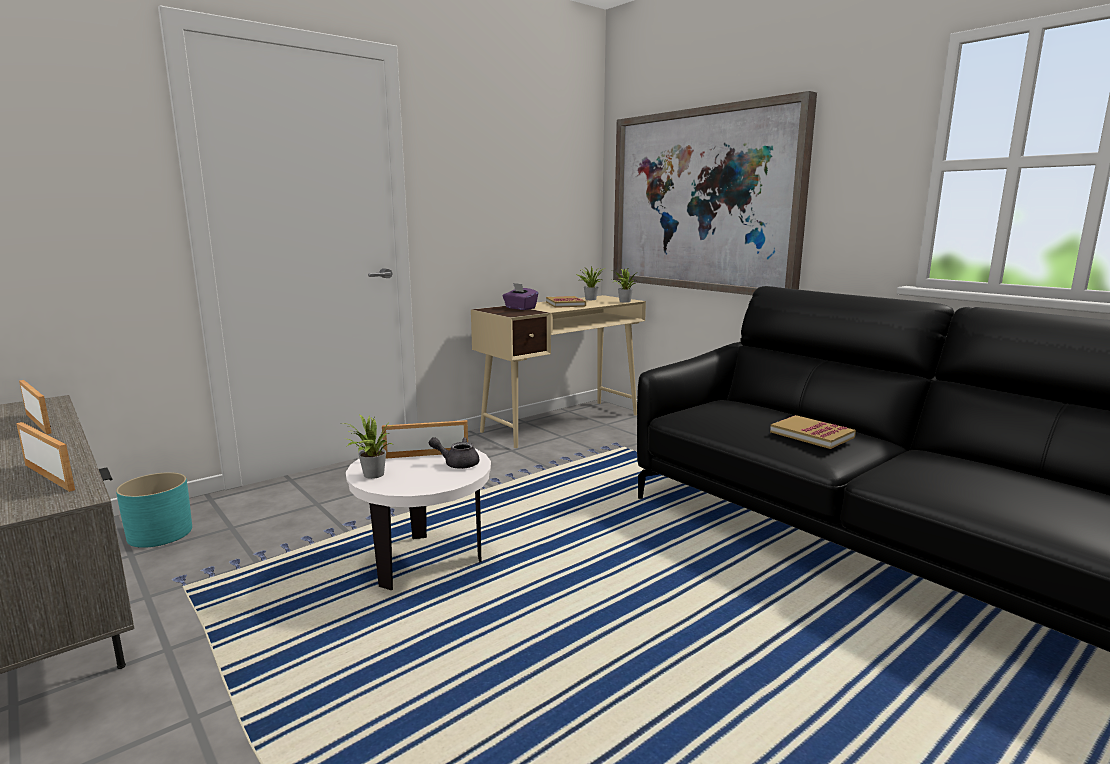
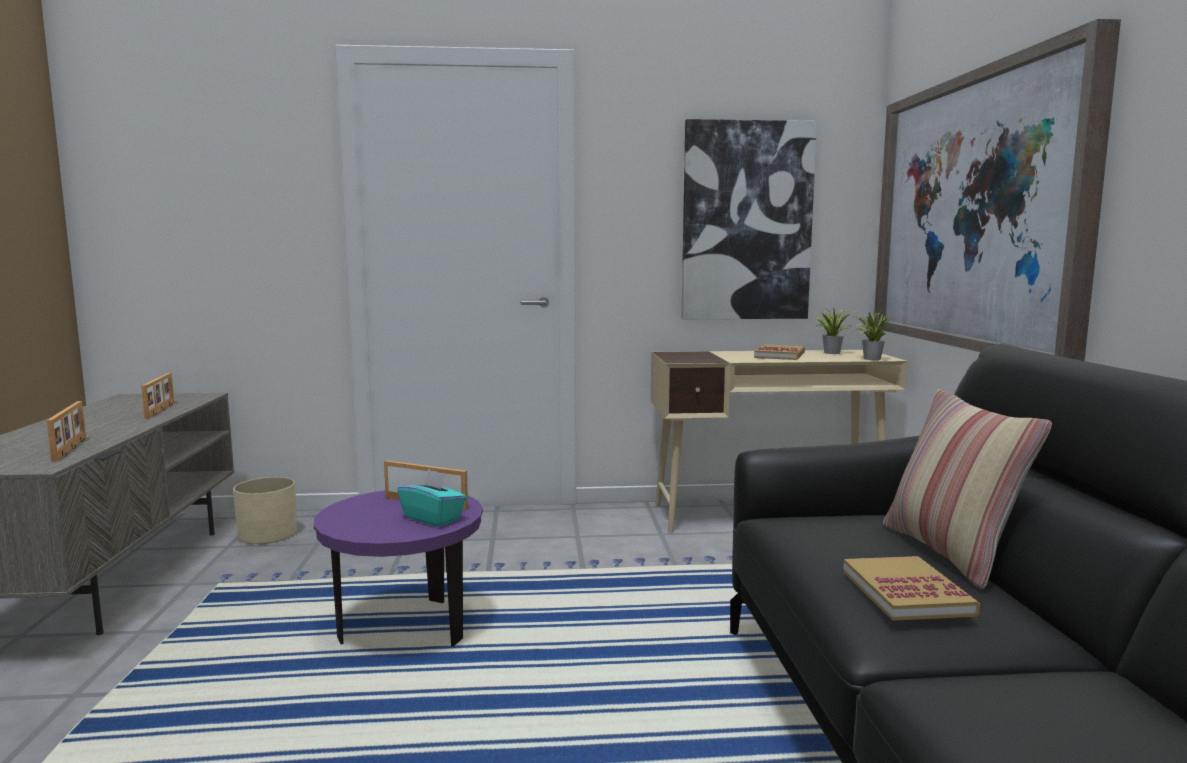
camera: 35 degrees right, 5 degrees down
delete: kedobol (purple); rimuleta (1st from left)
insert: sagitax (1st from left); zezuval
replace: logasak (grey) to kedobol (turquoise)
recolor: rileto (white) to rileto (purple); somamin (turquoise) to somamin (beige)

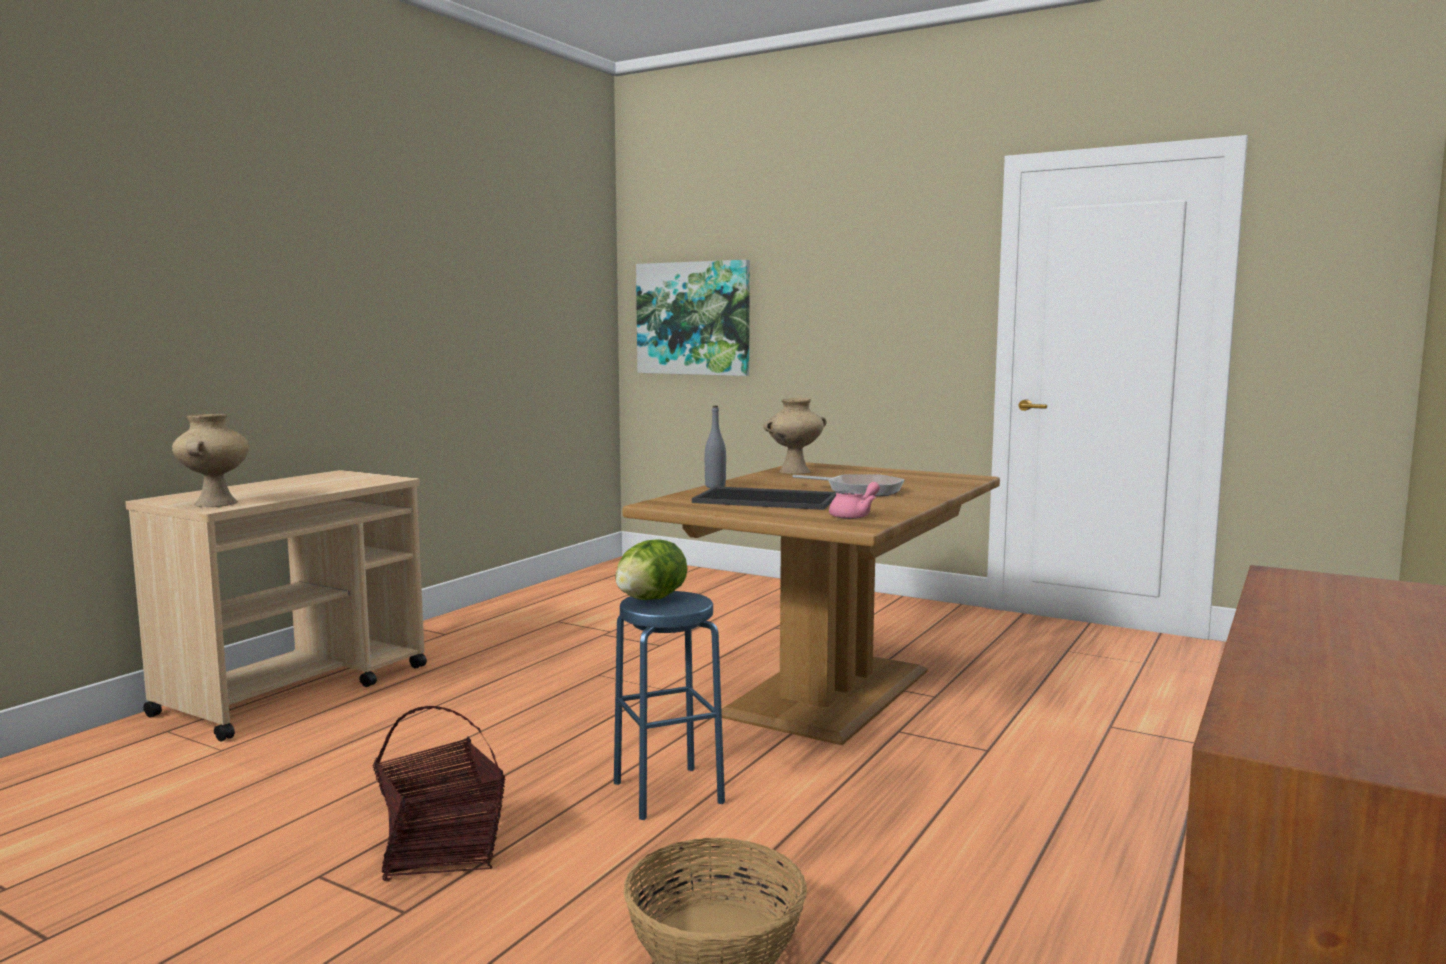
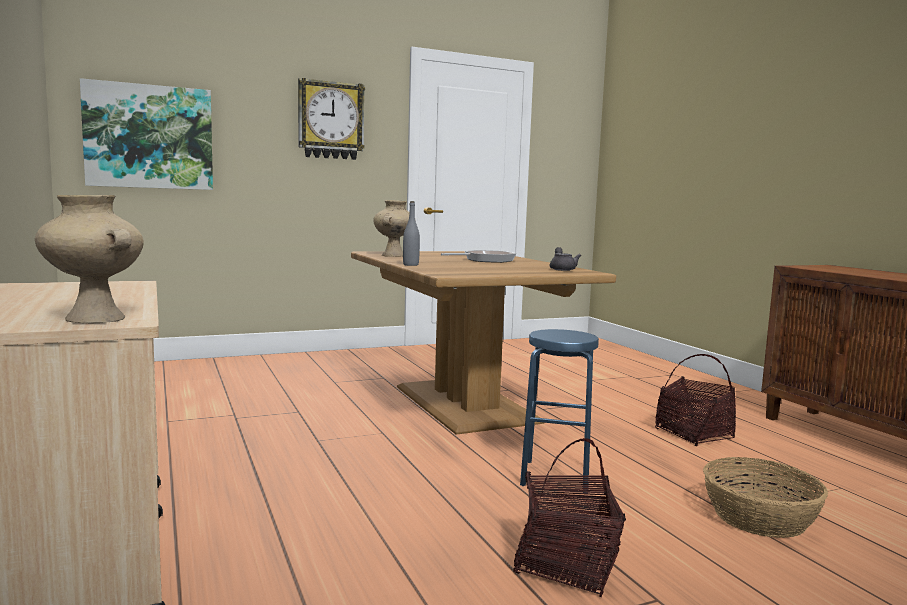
camera: 55 degrees left, 0 degrees up
delete: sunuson; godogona
insert: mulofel; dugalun (2nd from left)
recolor: logasak (pink) to logasak (grey)

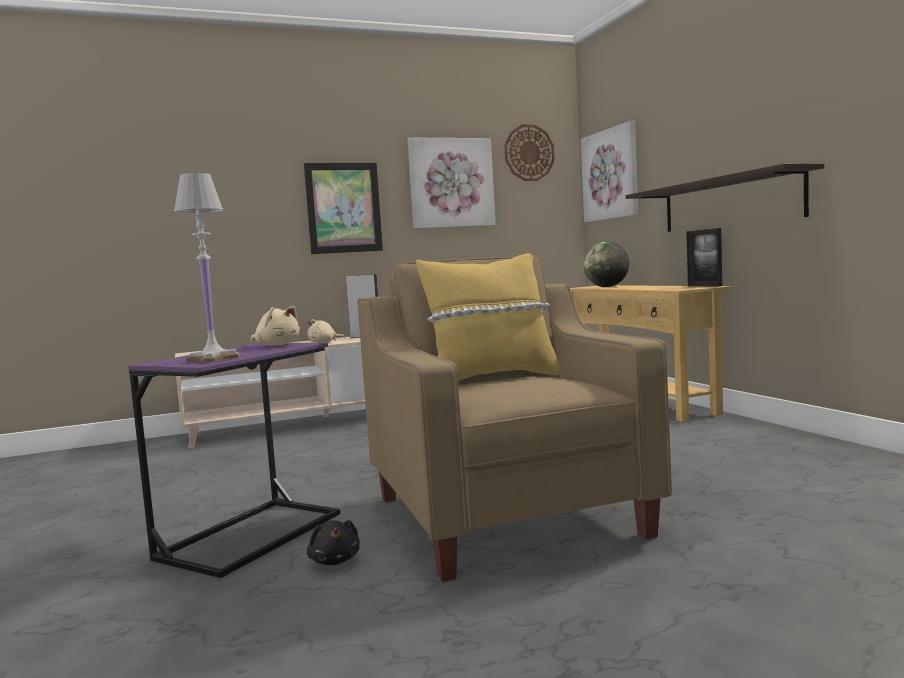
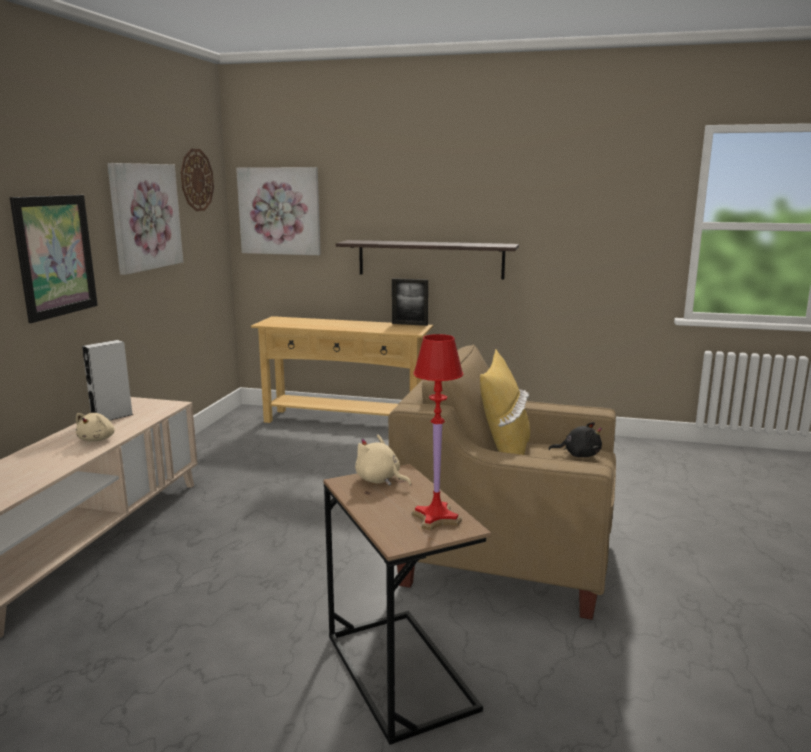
camera: 55 degrees left, 10 degrees up
delete: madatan
move: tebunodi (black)
recolor: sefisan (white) to sefisan (red); rileto (purple) to rileto (brown)
rotate: tebunodi (beige) (1st from left in the first image) 120 degrees counterclockwise

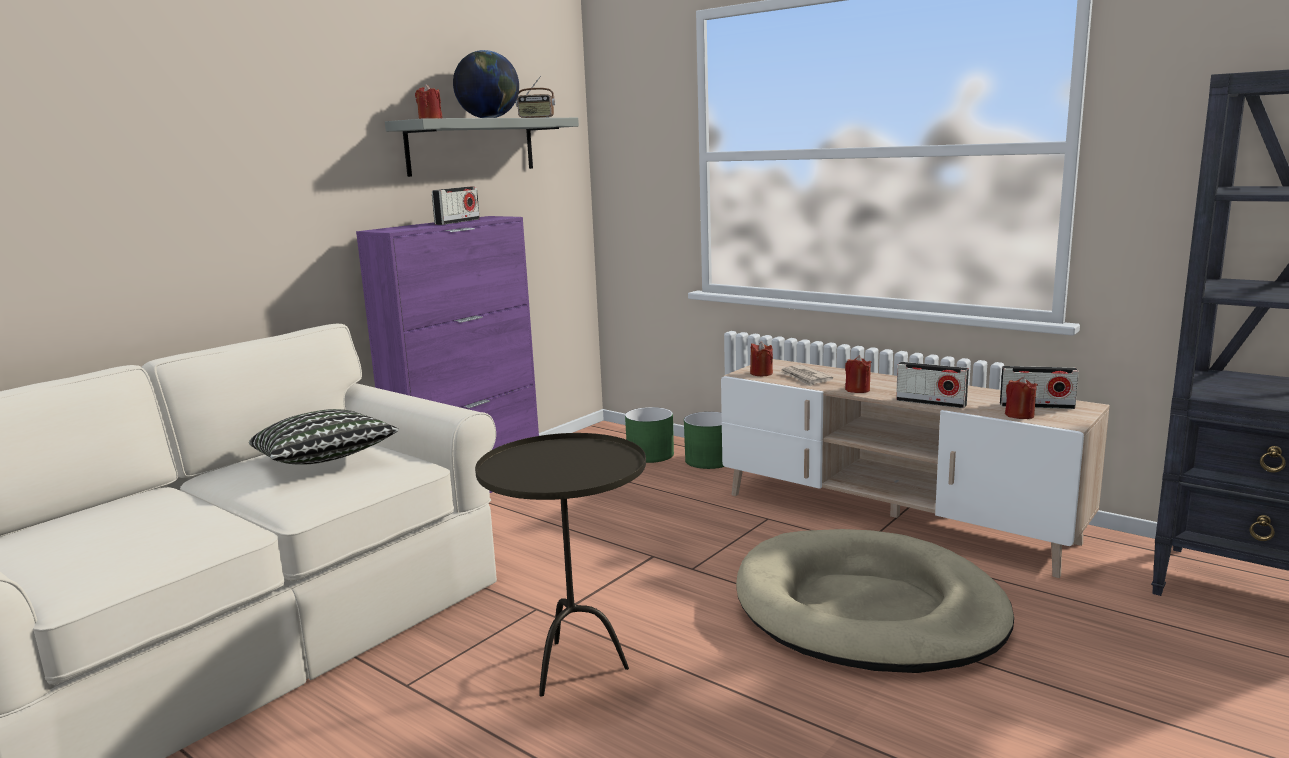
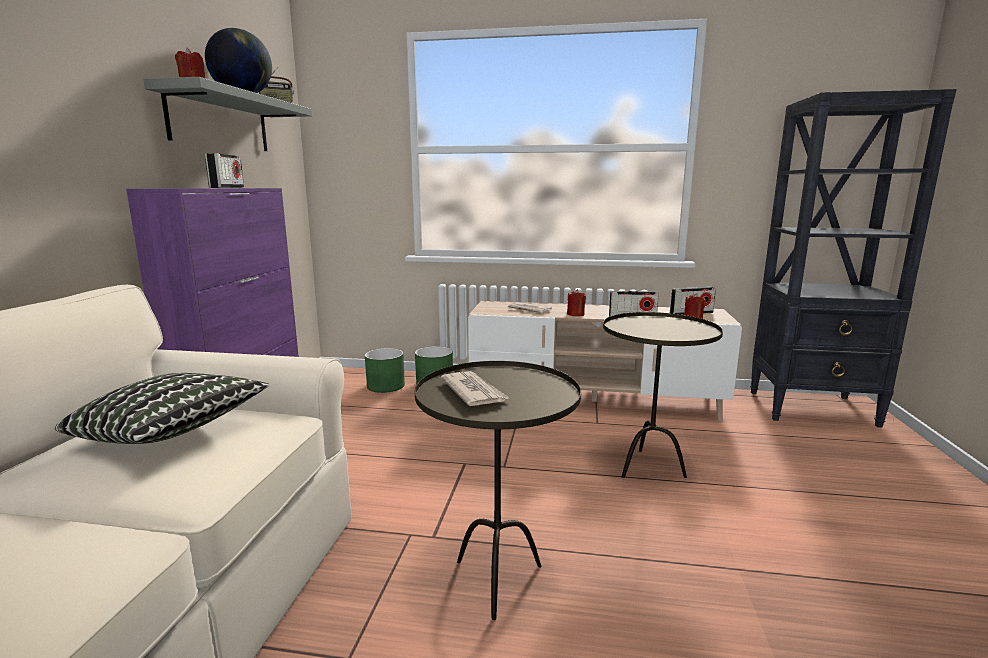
camera: 30 degrees left, 0 degrees up
delete: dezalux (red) (2nd from left)
insert: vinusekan (1st from left)
replace: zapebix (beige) to rileto (brown) (2nd from left)

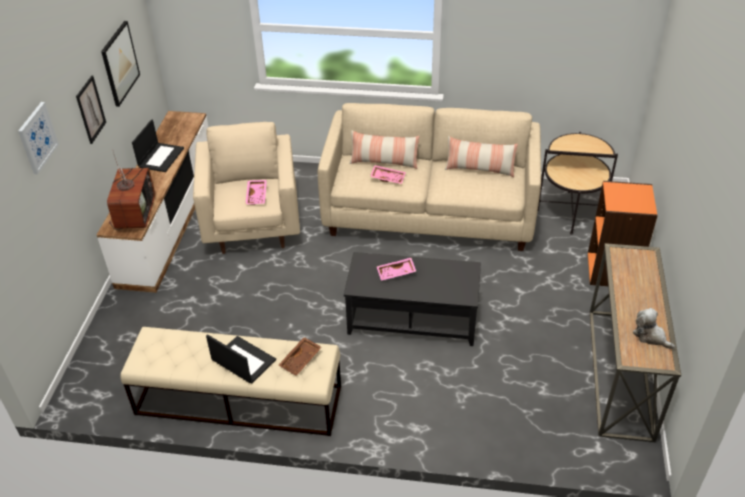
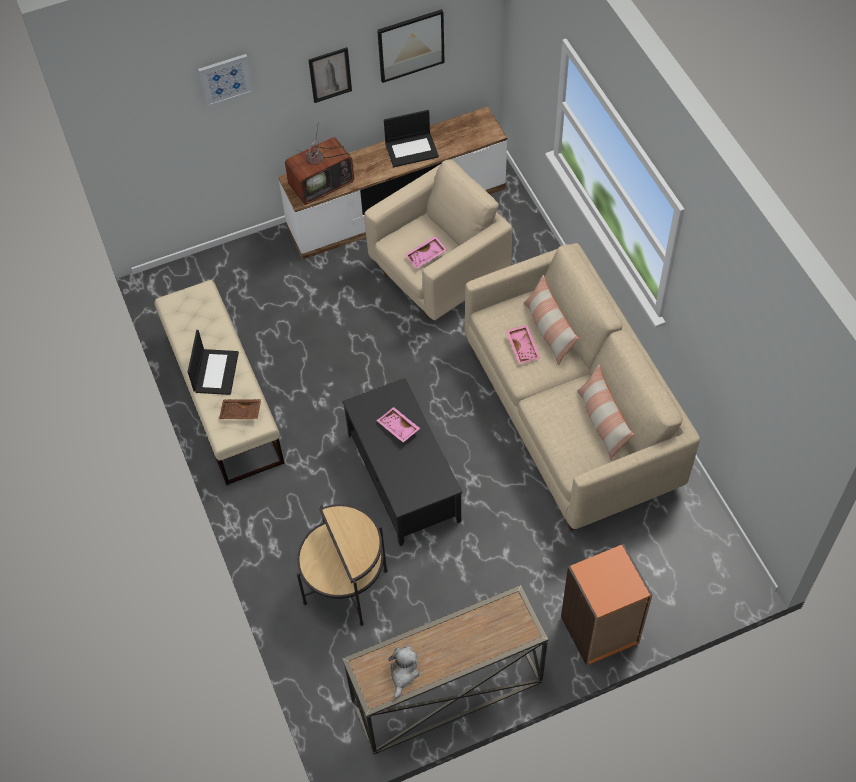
camera: 60 degrees right, 15 degrees up
move: rileto

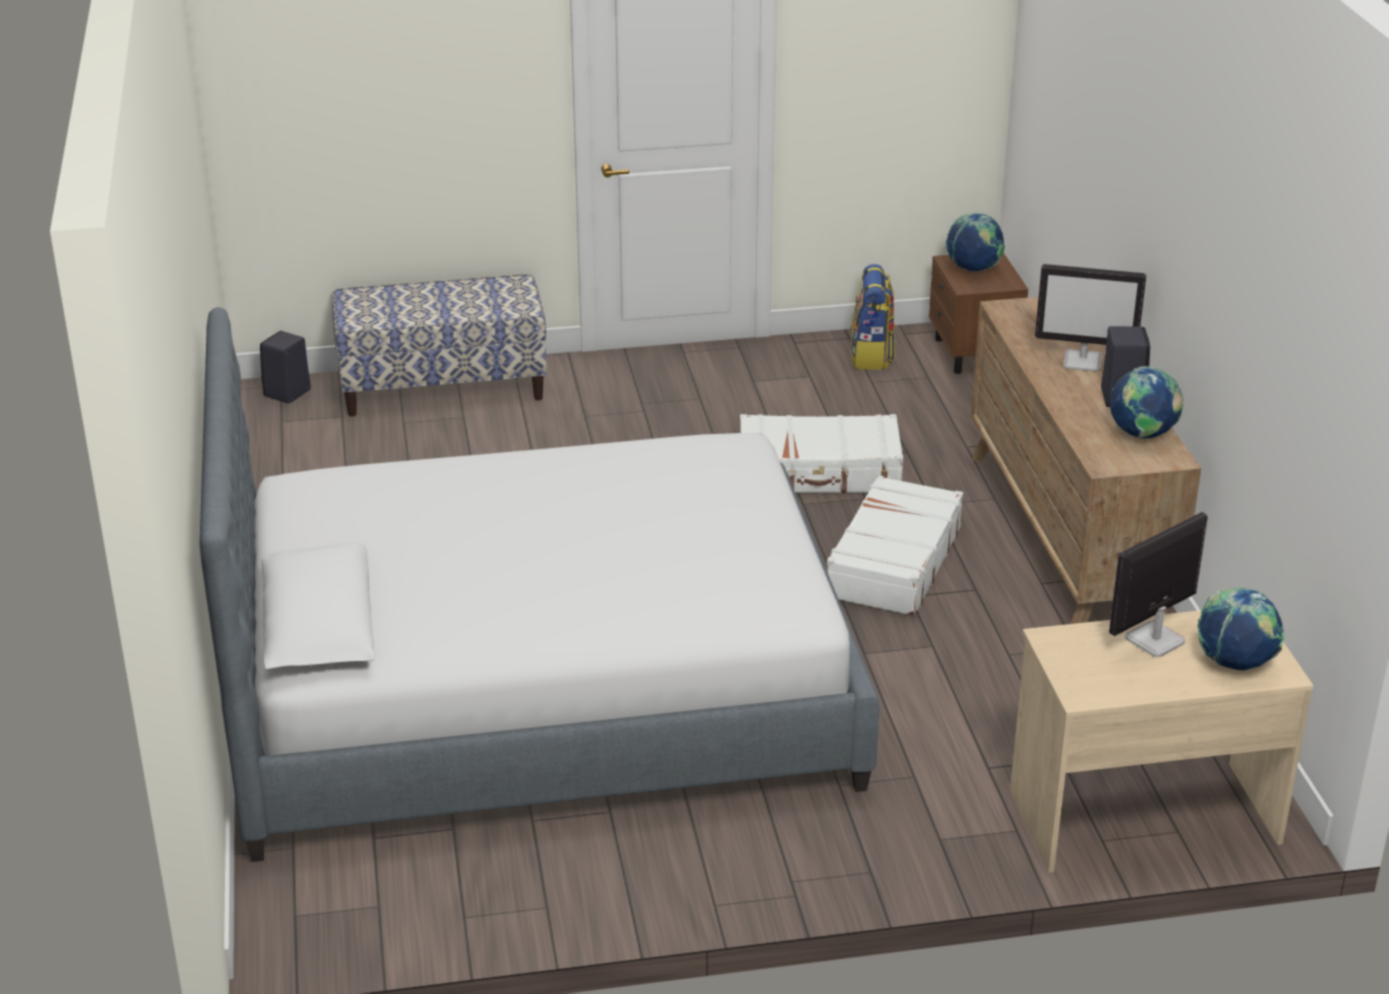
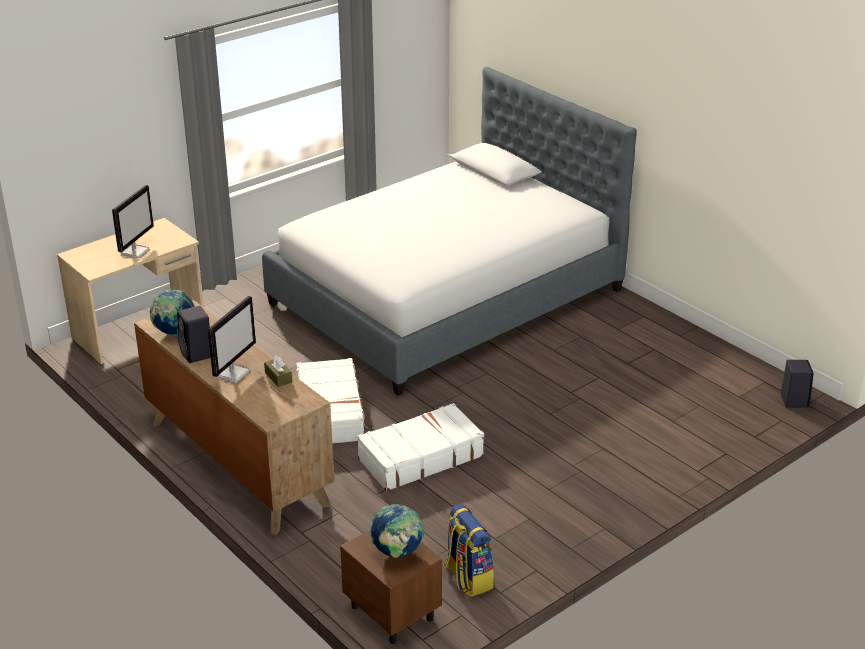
camera: 150 degrees right, 0 degrees up
delete: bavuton; madatan (3rd from left)
insert: kedobol (brown)
rotate: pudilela (1st from left in the first image) 135 degrees clockwise

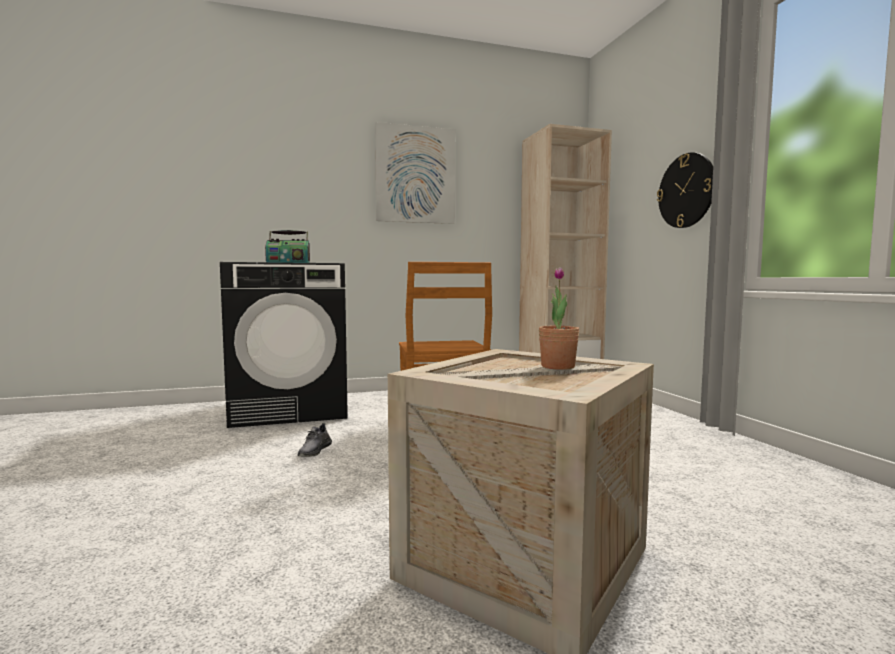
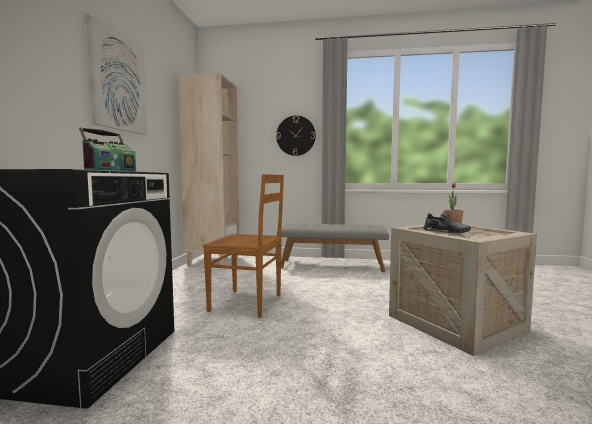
camera: 65 degrees left, 0 degrees up
insert: bavuton (grey)
move: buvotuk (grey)

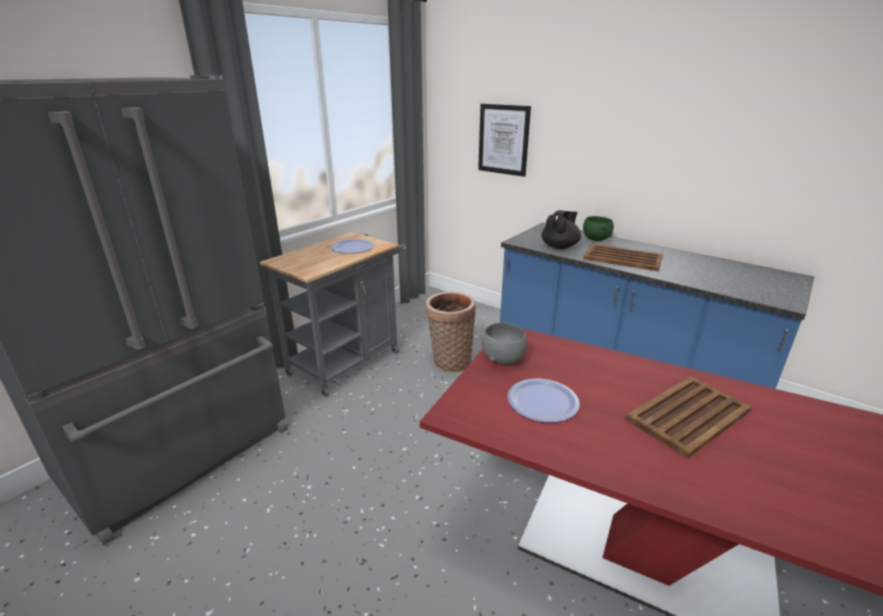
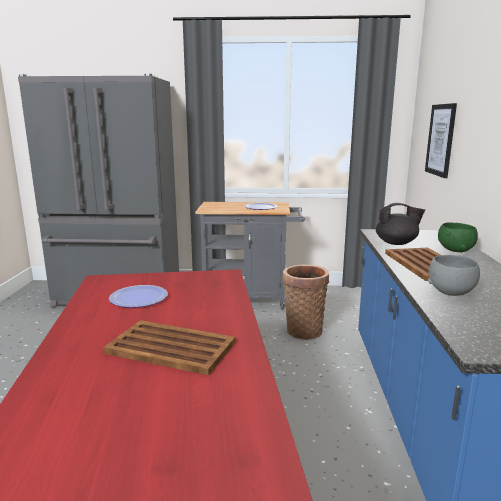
camera: 55 degrees right, 10 degrees down
move: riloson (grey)

